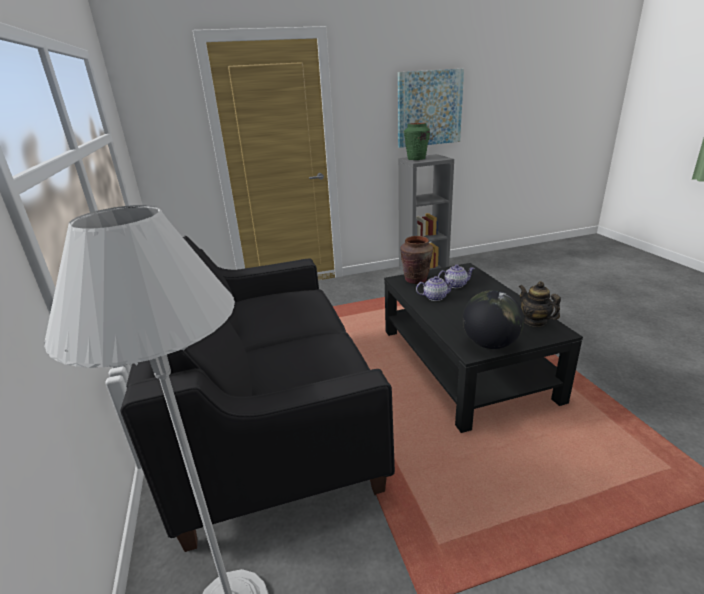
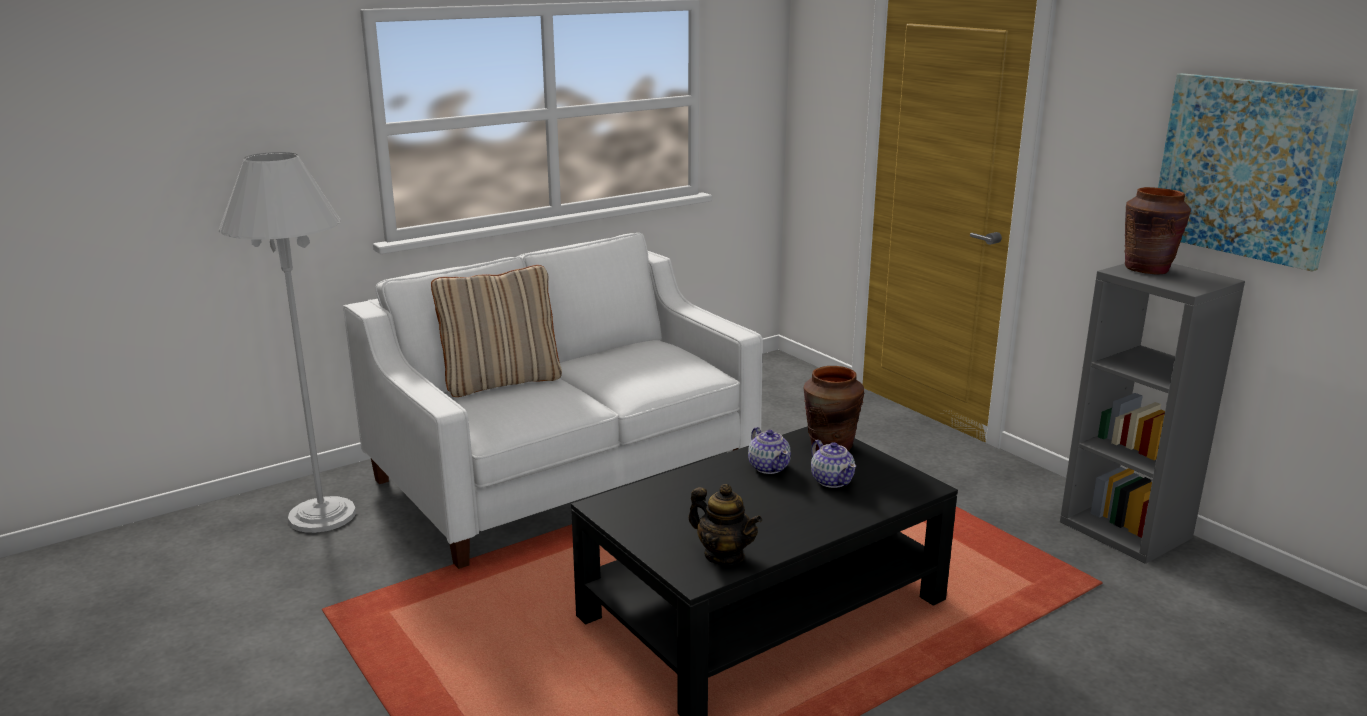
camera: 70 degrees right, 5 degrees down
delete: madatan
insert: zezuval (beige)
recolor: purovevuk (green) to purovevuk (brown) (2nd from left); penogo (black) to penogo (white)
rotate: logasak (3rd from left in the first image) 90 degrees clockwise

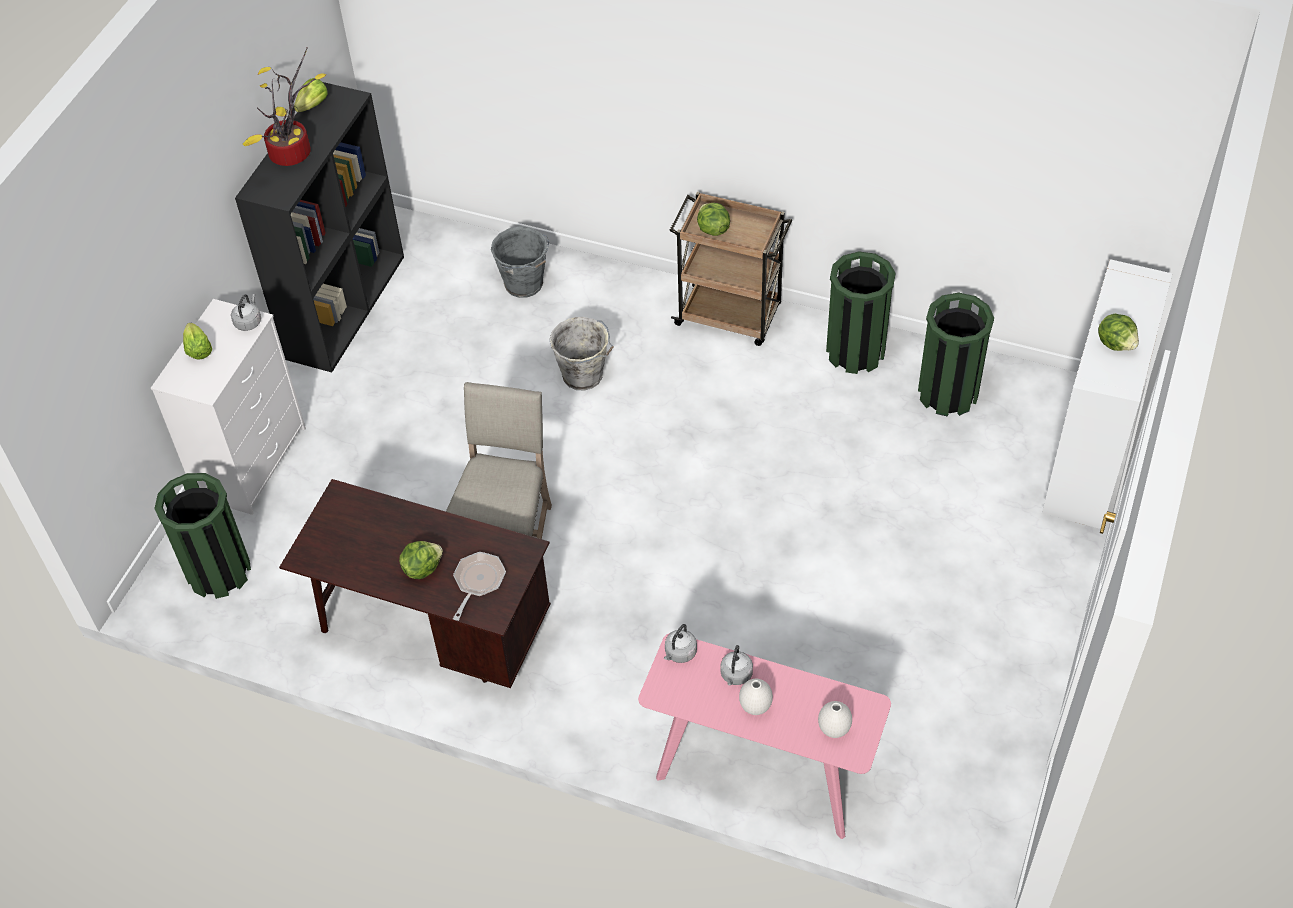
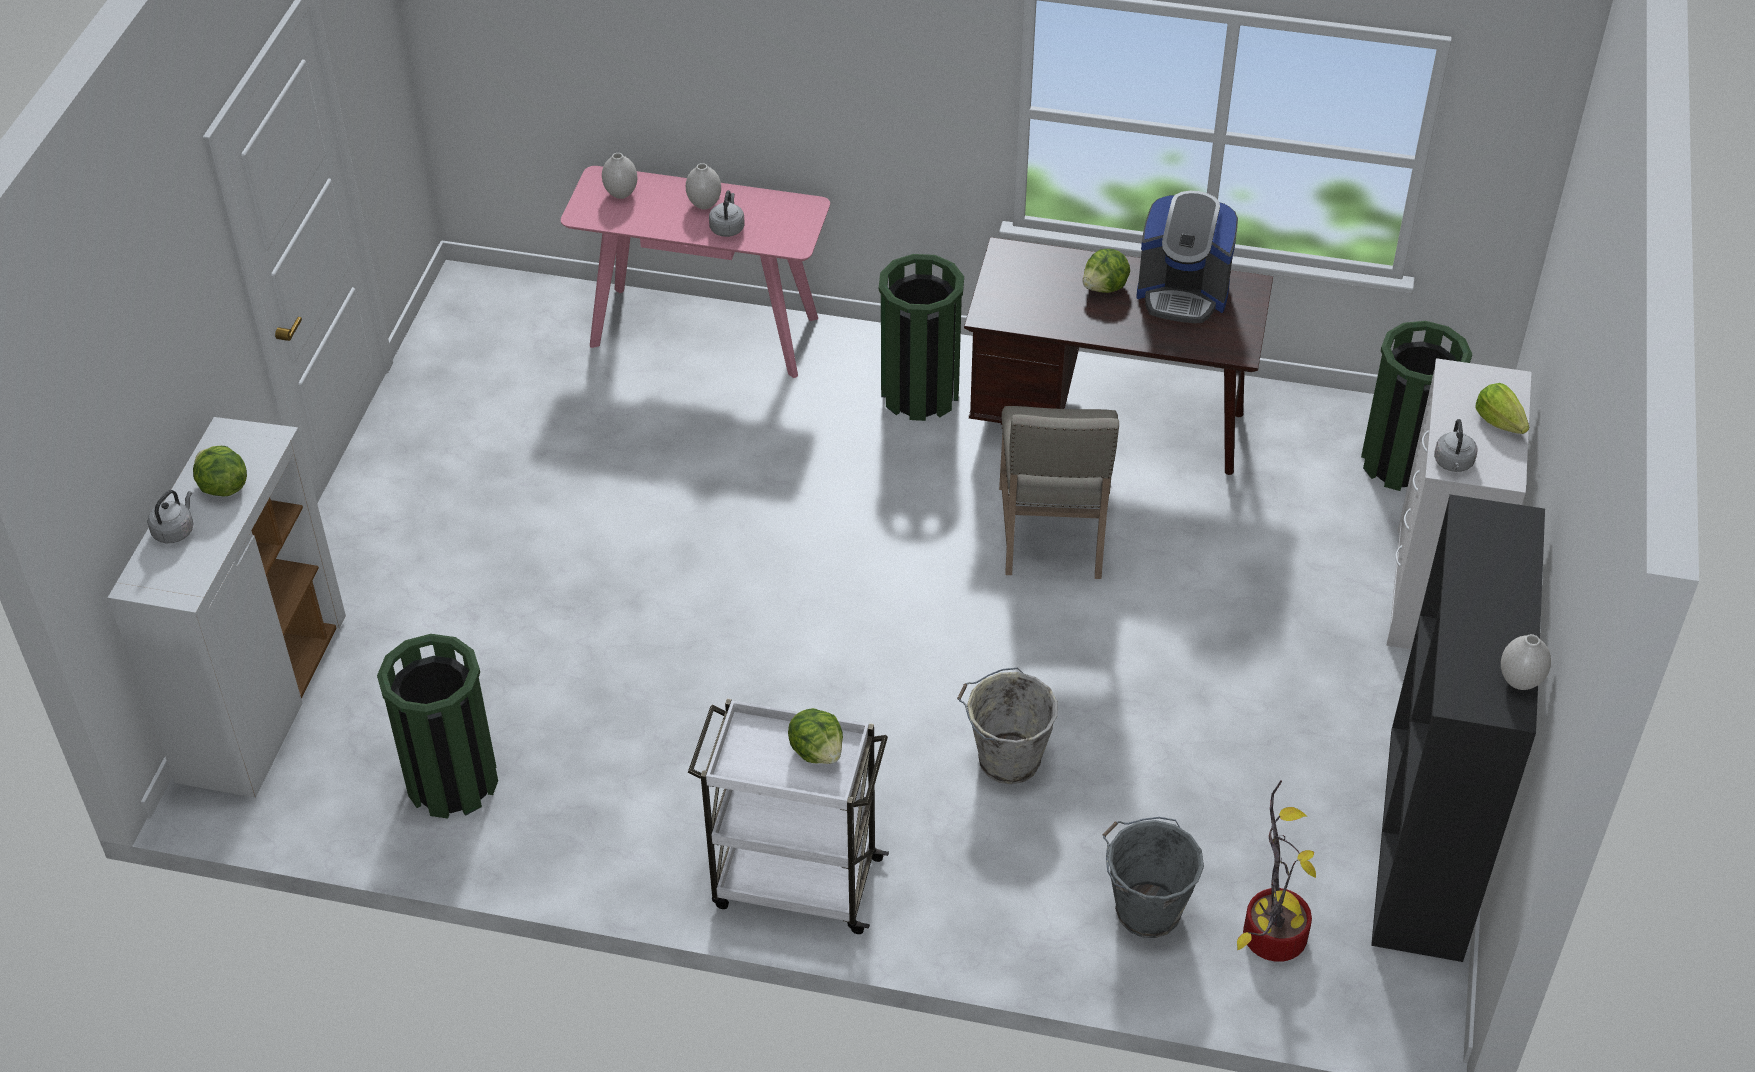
camera: 170 degrees right, 5 degrees down
delete: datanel
insert: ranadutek
move: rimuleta; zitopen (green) (2nd from left); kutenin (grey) (2nd from left in the first image) to kutenin (grey) (1st from left)
replace: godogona (2nd from left) to purovevuk (white) (3rd from left)
recolor: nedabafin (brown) to nedabafin (white)

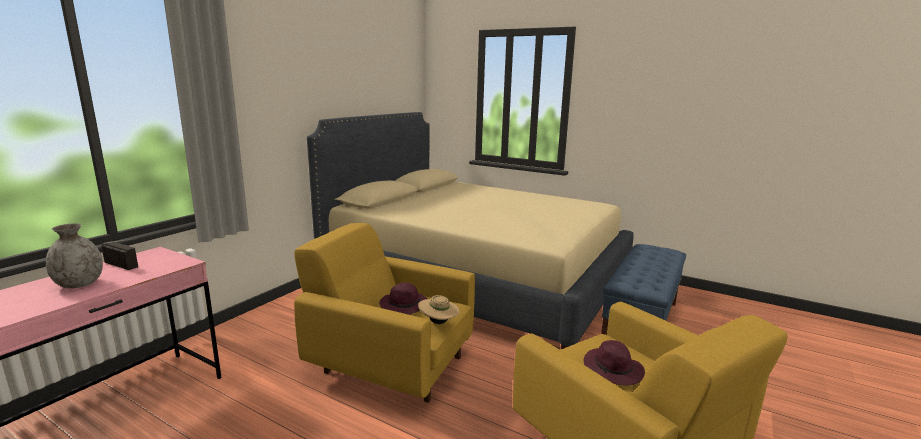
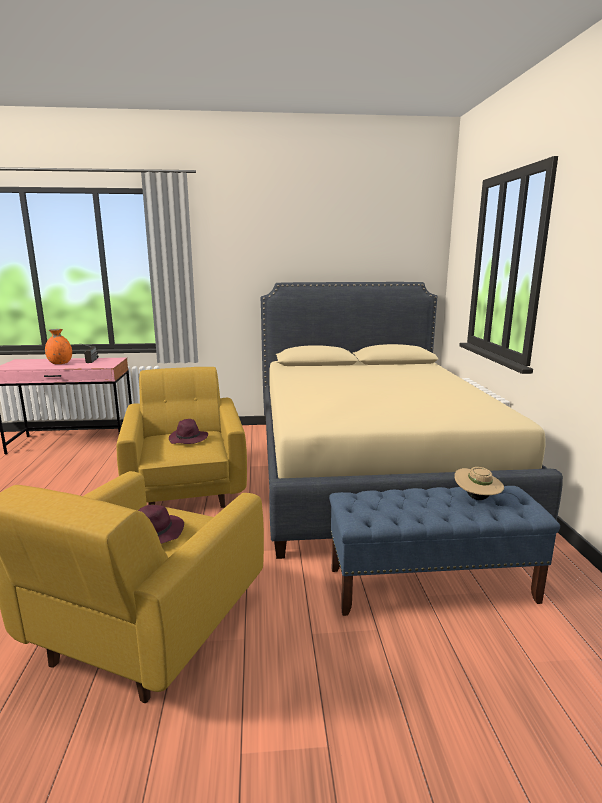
camera: 55 degrees right, 0 degrees up
move: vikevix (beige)
recolor: purovevuk (grey) to purovevuk (orange)

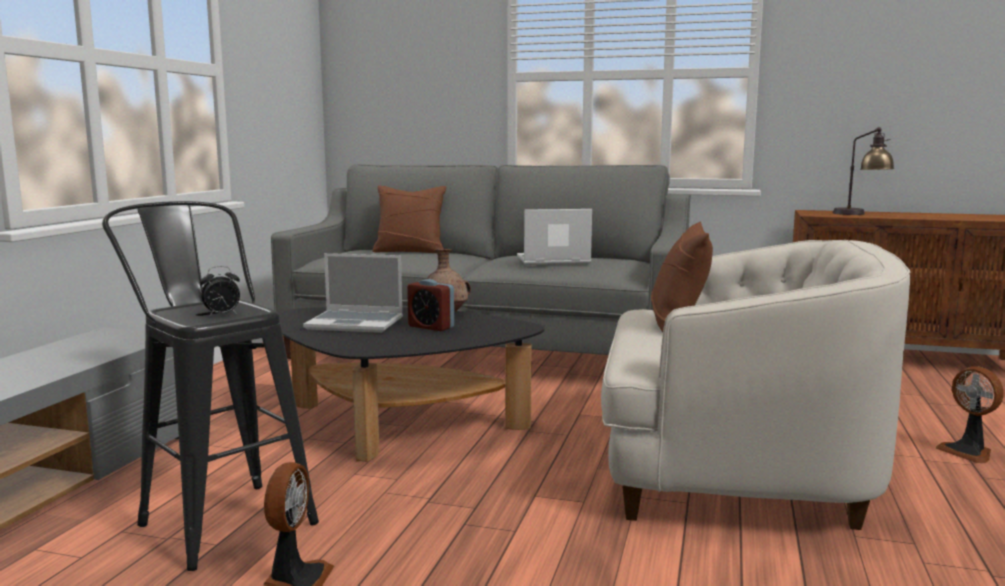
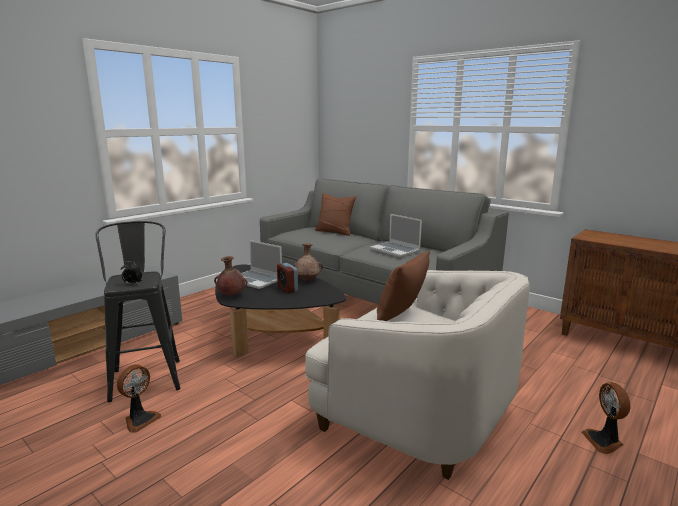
camera: 25 degrees right, 5 degrees up
delete: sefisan
insert: purovevuk (brown) (1st from left)
rotate: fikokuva (2nd from left) 150 degrees counterclockwise

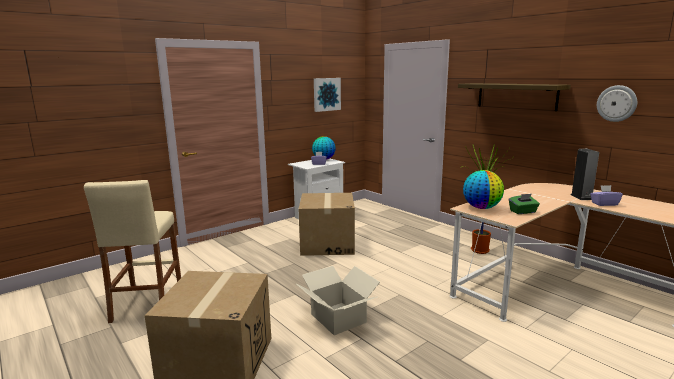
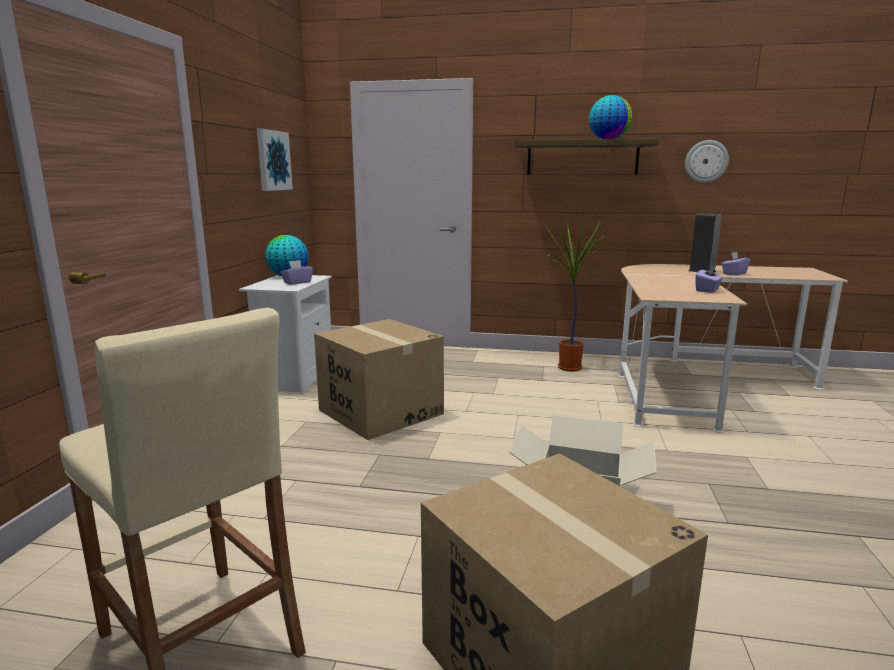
camera: 40 degrees left, 0 degrees up
move: madatan (2nd from left)
recolor: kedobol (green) to kedobol (purple) (2nd from left)

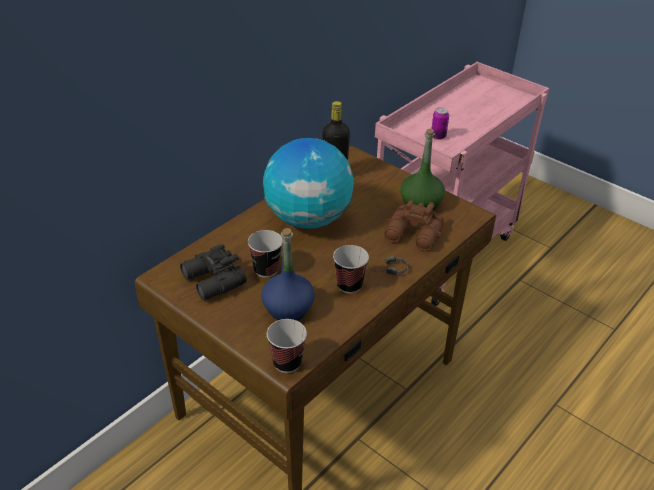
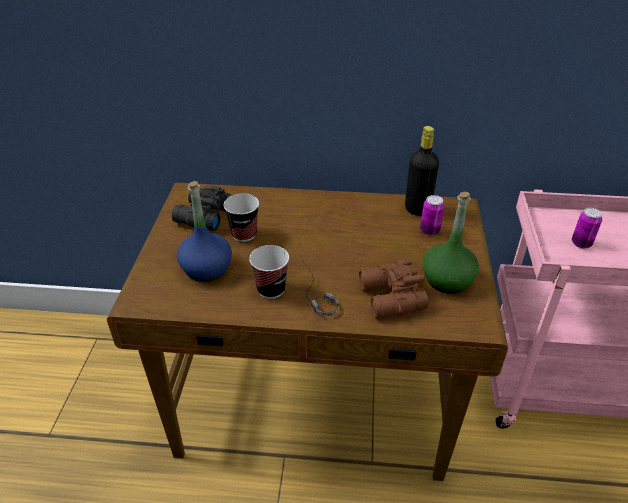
camera: 55 degrees right, 0 degrees up
delete: madatan; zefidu (2nd from left)
insert: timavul (1st from left)

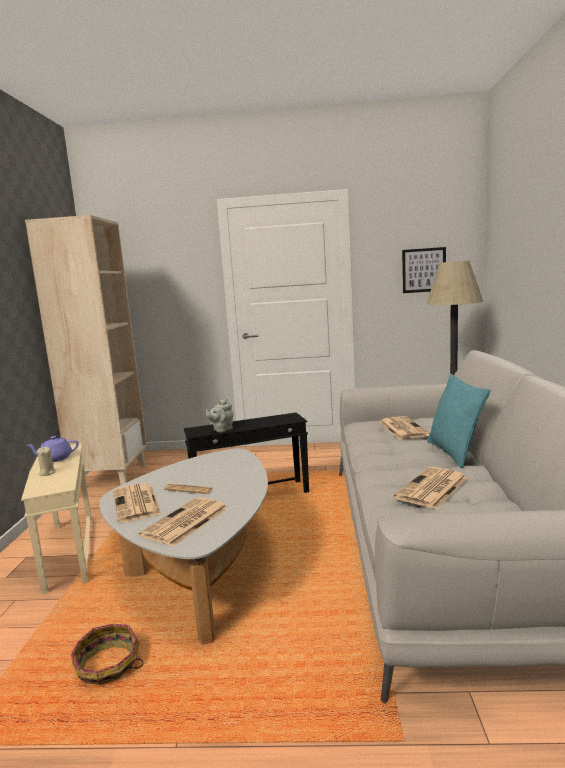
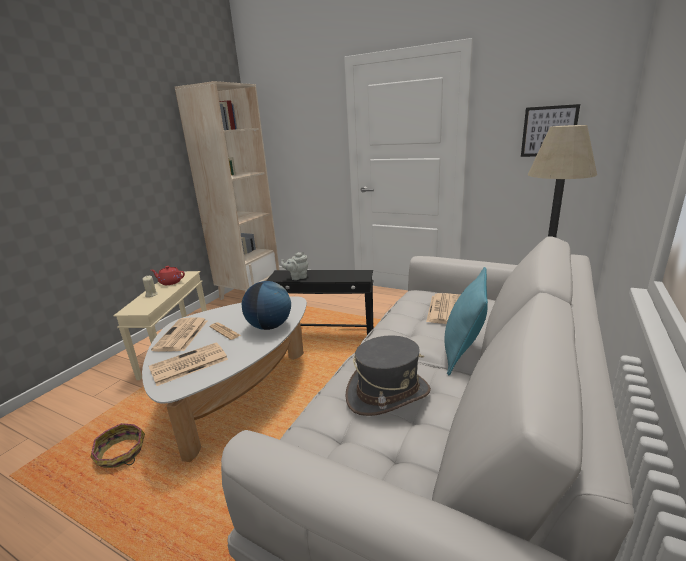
camera: 25 degrees right, 10 degrees up
insert: madatan
replace: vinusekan (5th from left) to vikevix (grey)
recolor: logasak (purple) to logasak (red)

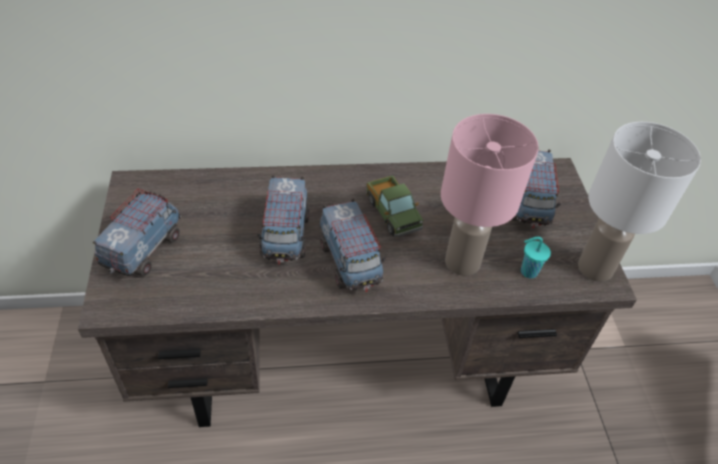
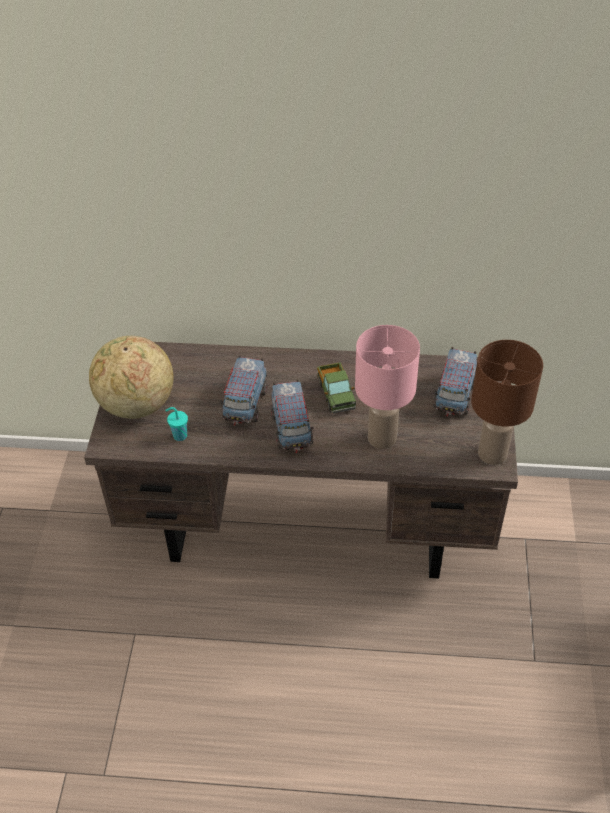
camera: 15 degrees right, 0 degrees up
move: zefidu (turquoise)
replace: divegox (1st from left) to madatan
recolor: sefisan (white) to sefisan (brown)

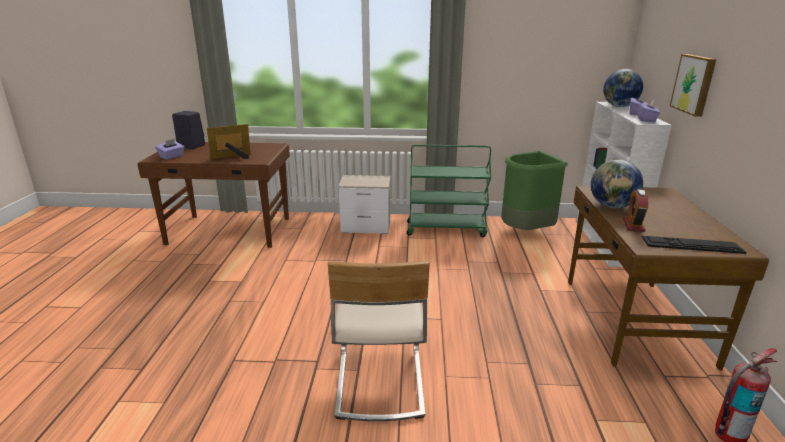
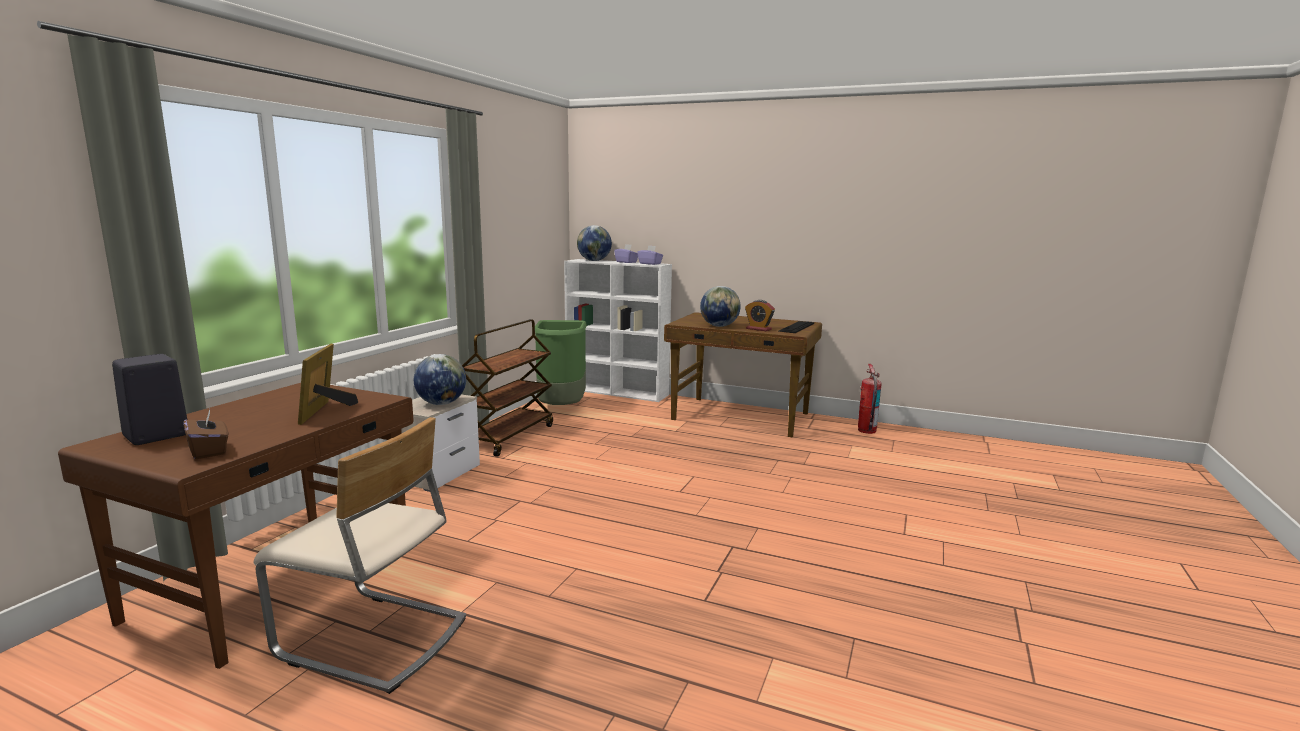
camera: 70 degrees left, 10 degrees down
delete: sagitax
insert: madatan (1st from left)
move: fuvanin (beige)
recolor: kedobol (purple) (1st from left) to kedobol (brown); nedabafin (green) to nedabafin (brown)

